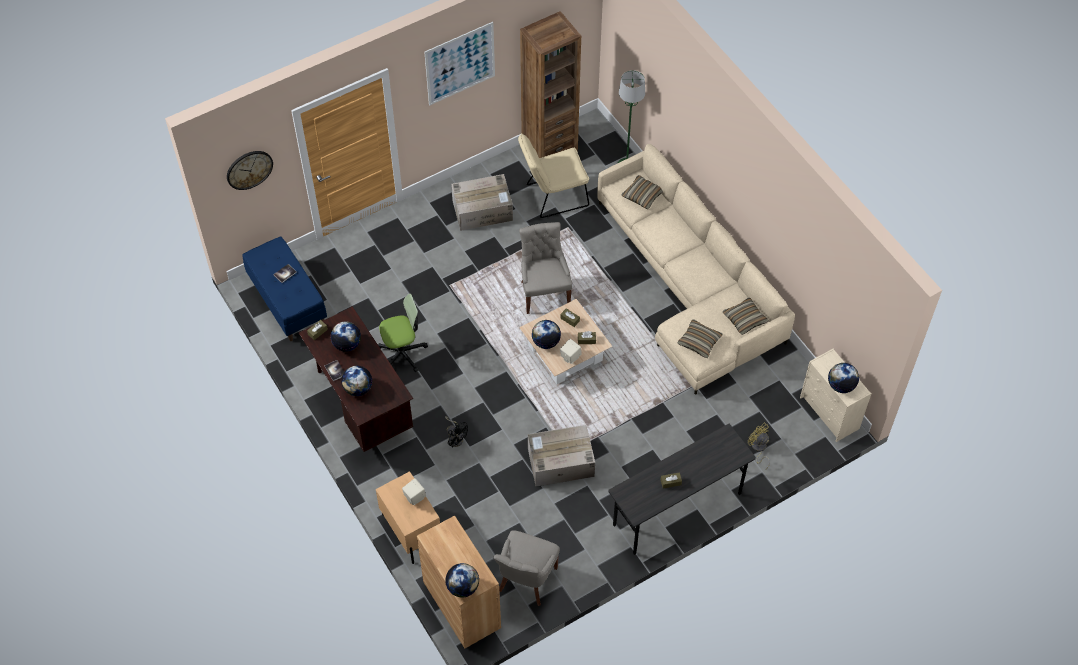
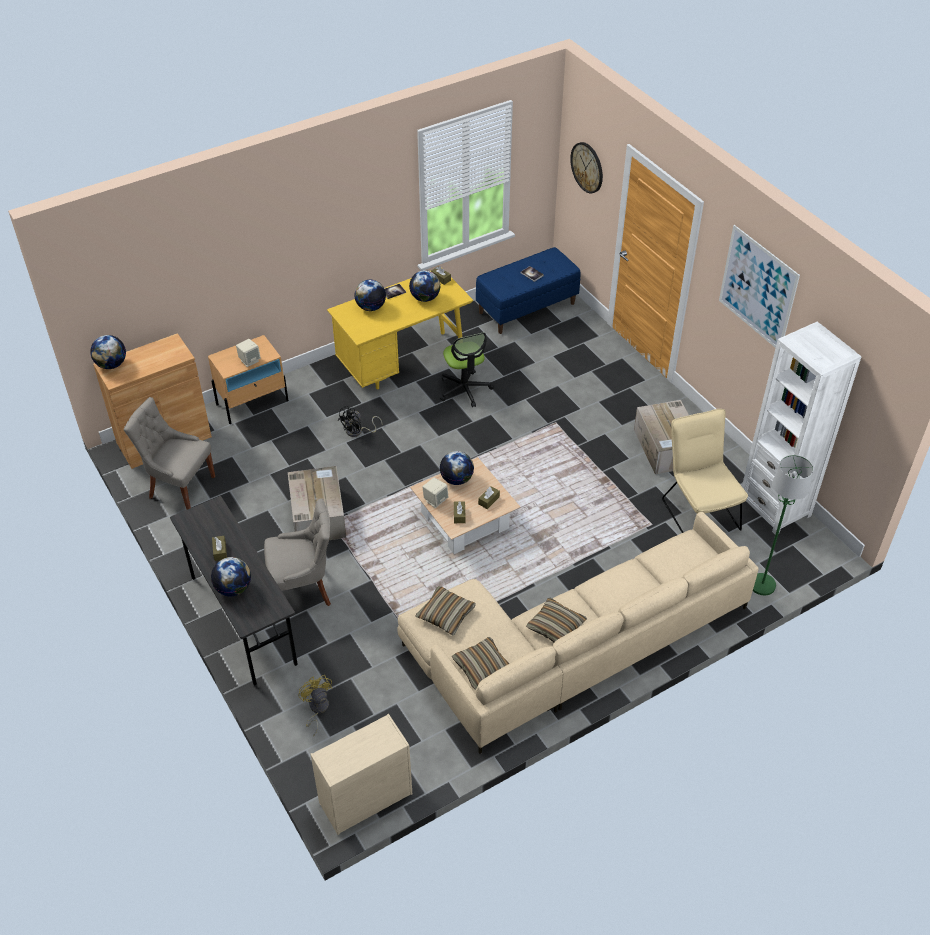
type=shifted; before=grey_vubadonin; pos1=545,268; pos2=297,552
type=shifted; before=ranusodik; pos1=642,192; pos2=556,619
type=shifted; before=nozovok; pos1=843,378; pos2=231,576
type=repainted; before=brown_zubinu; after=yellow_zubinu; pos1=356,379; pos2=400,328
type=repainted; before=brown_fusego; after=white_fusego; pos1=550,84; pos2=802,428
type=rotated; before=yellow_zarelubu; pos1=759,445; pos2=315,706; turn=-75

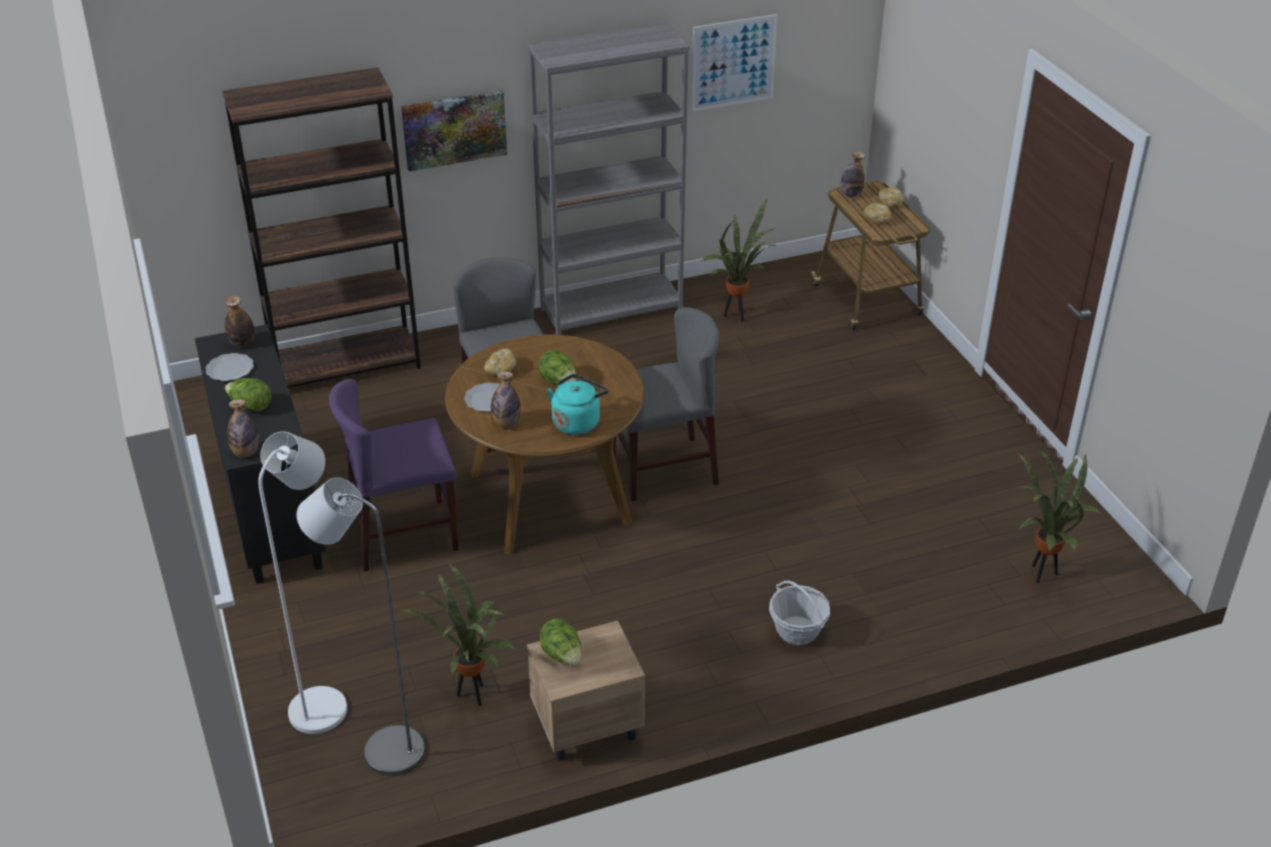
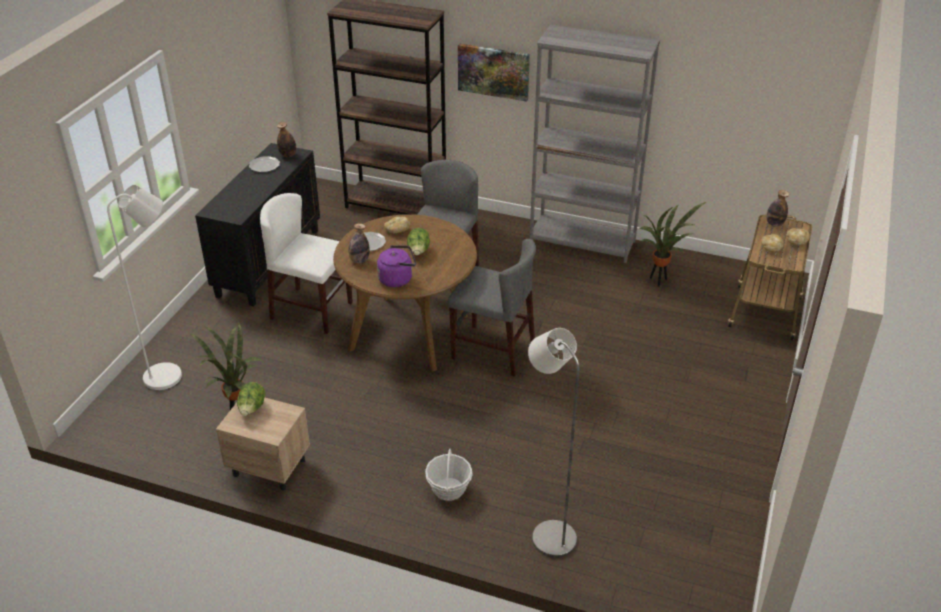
type=gone; before=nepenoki; pos1=248,395
type=gone; before=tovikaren; pos1=243,428
type=gone; before=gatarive; pos1=734,63
type=gone; before=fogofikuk; pos1=1059,516
type=shifted; before=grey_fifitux; pos1=361,627; pos2=553,443
type=repainted; before=purple_vubadonin; after=white_vubadonin; pos1=394,475; pos2=306,263
type=repainted; before=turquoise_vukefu; after=purple_vukefu; pos1=577,404; pos2=396,266

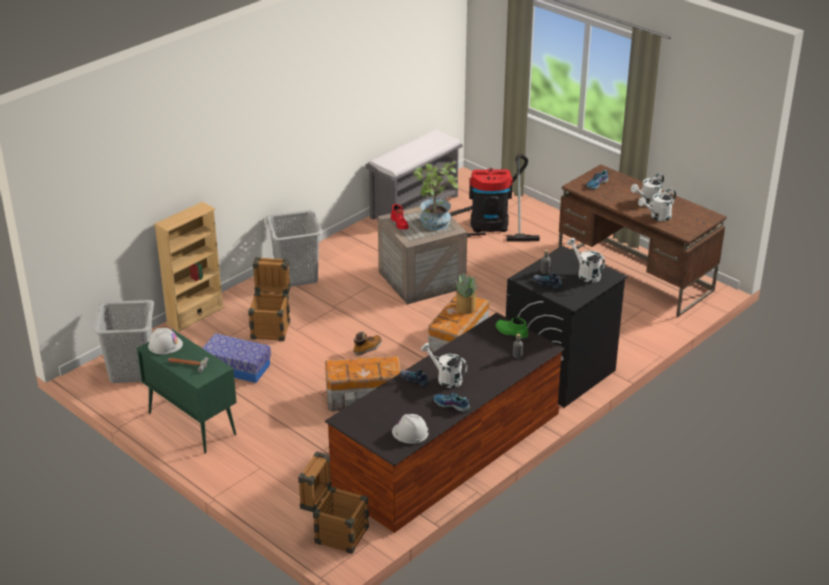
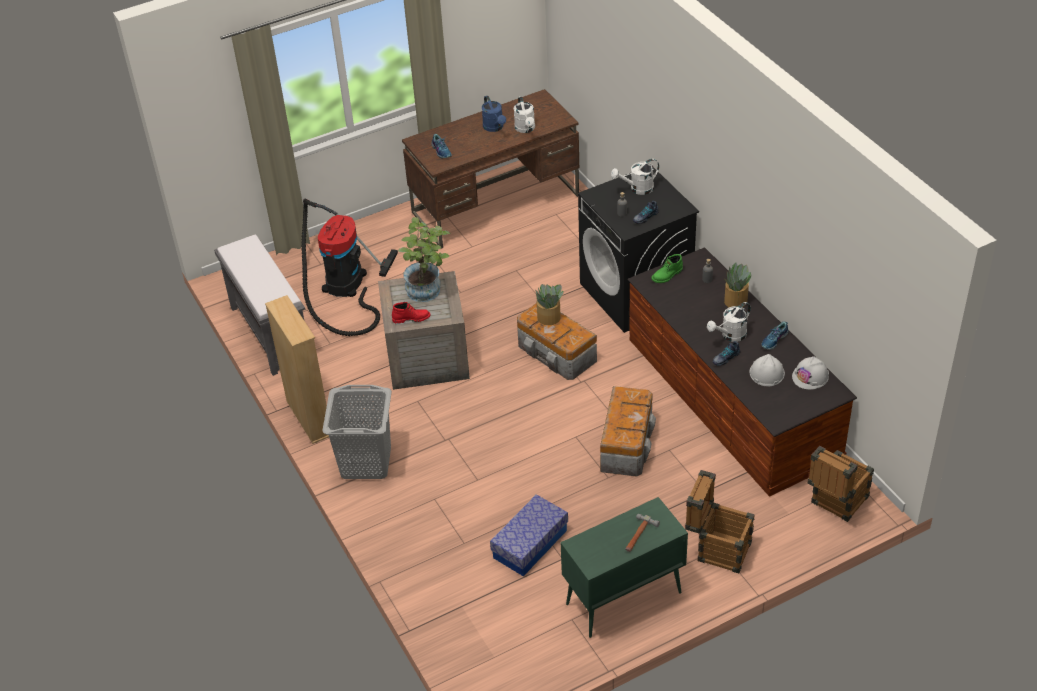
type=gone; before=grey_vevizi; pos1=123,341
type=gone; before=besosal; pos1=368,343
type=new; after=fogofikuk; pos2=737,285
type=shifted; before=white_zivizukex; pos1=165,341; pos2=767,370
type=shifted; before=beige_fusego; pos1=189,267; pos2=297,369
type=shifted; before=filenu; pos1=269,299; pos2=720,521
type=repainted; before=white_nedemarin; after=blue_nedemarin; pos1=647,189; pos2=494,114

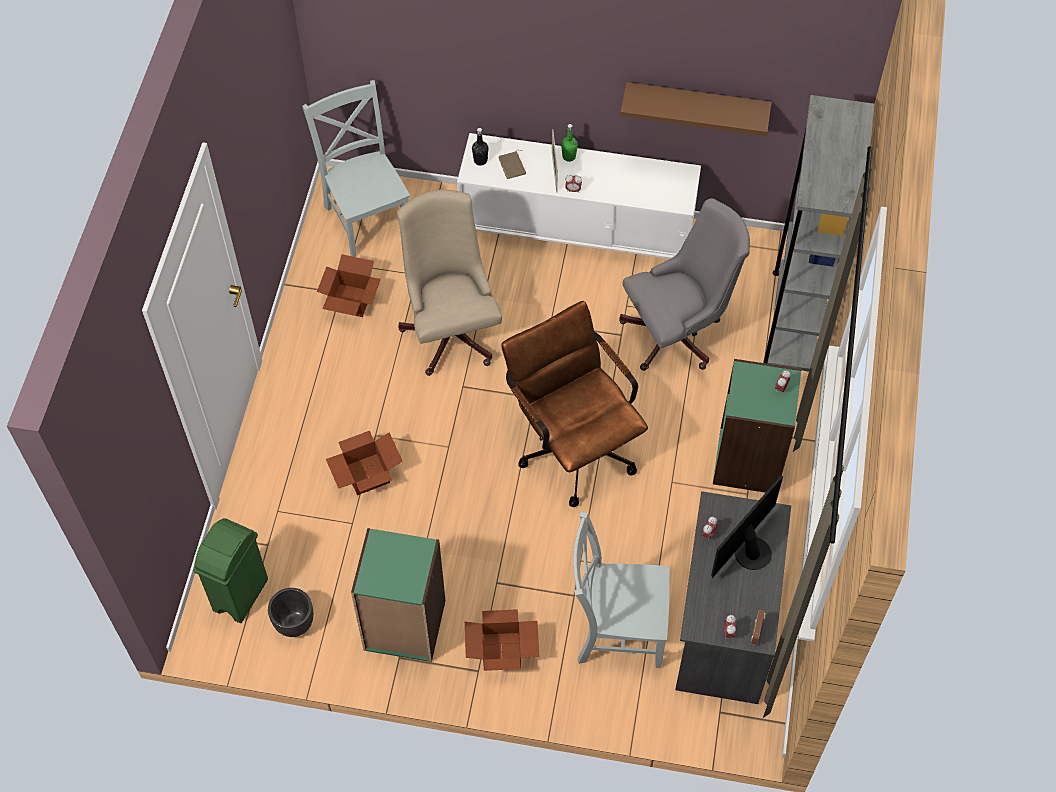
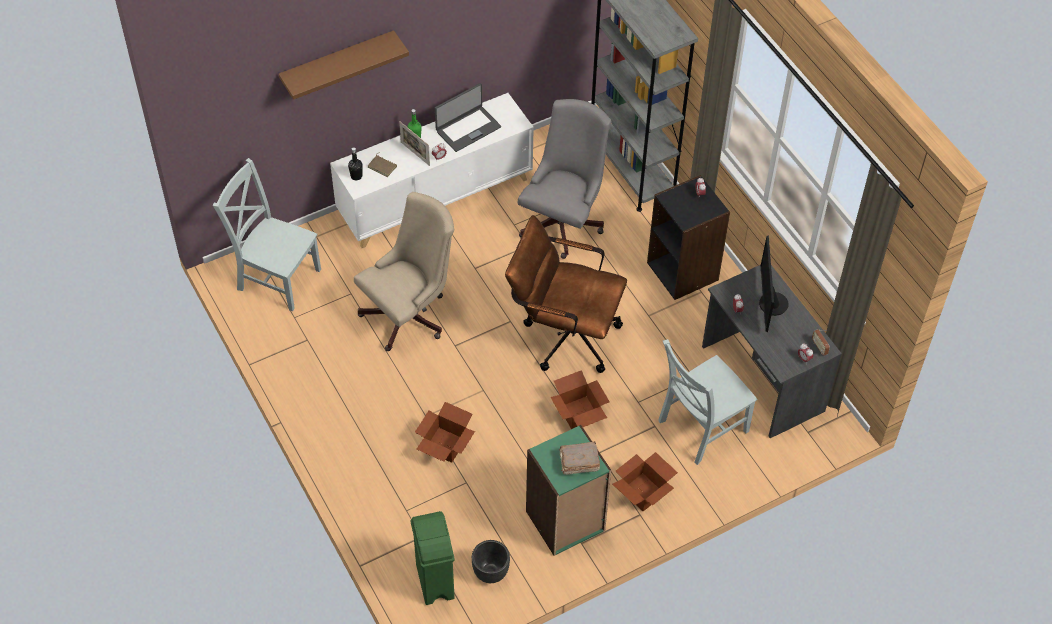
type=new; after=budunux; pos2=468,117
type=new; after=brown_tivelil; pos2=579,458
type=shifted; before=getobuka; pos1=349,285; pos2=580,399
type=shifted; before=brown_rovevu; pos1=696,109; pos2=344,65
type=repainted; before=green_fusego; after=black_fusego; pos1=757,426; pos2=688,237
type=rotated; before=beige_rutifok; pos1=449,283; pos2=404,271; turn=105

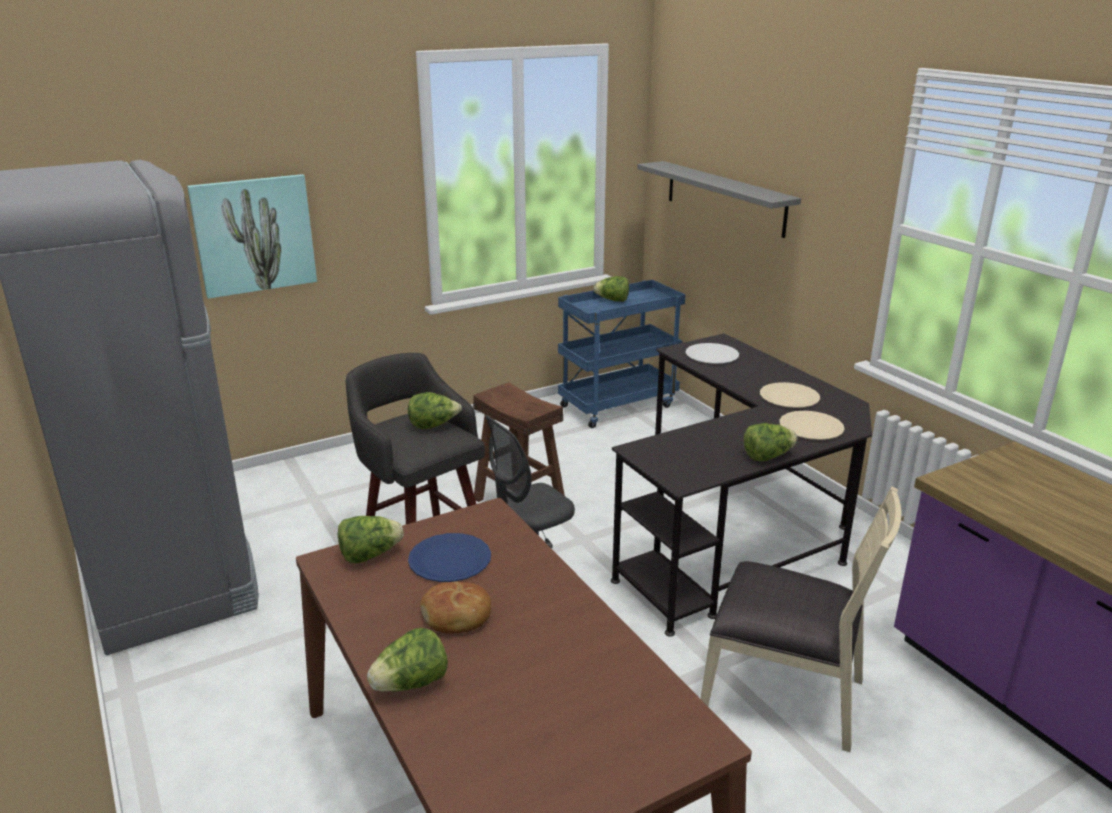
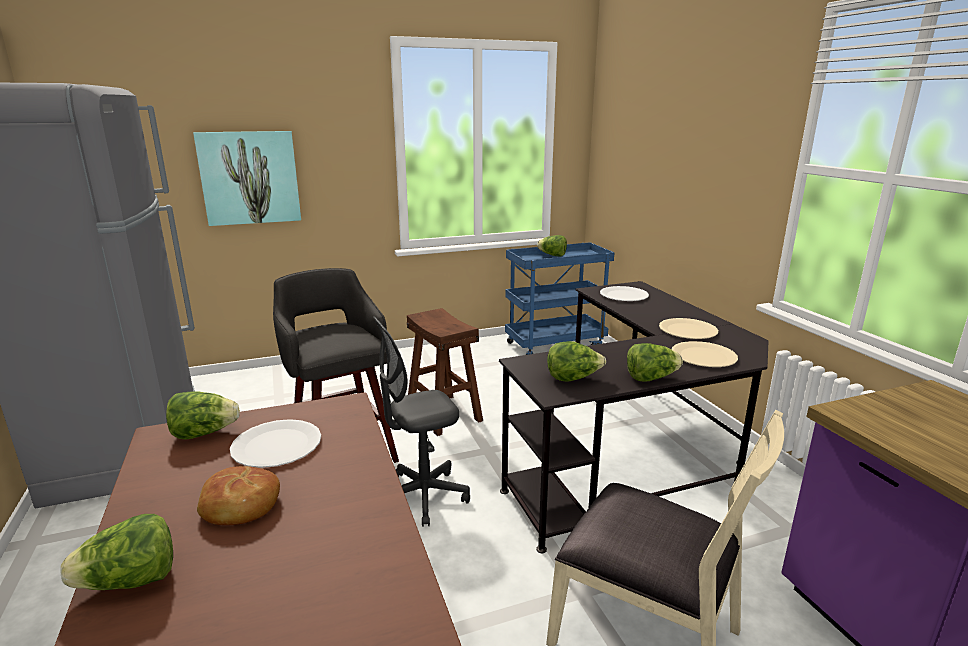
type=gone; before=grey_rovevu; pos1=719,199
type=shifted; before=nepenoki; pos1=435,410; pos2=576,361
type=repainted; before=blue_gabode; after=white_gabode; pos1=449,557; pos2=275,443

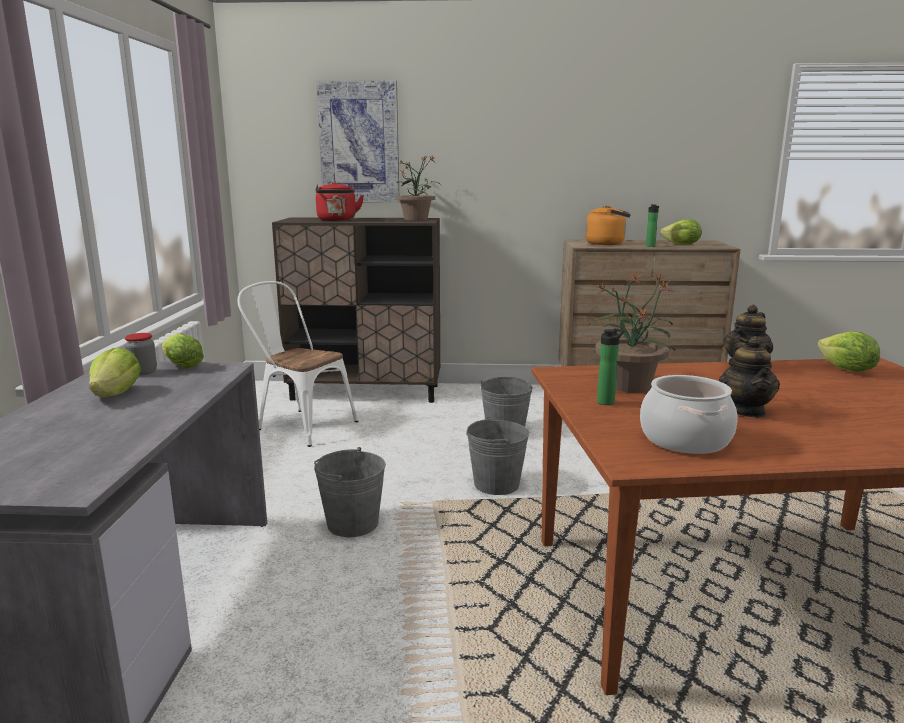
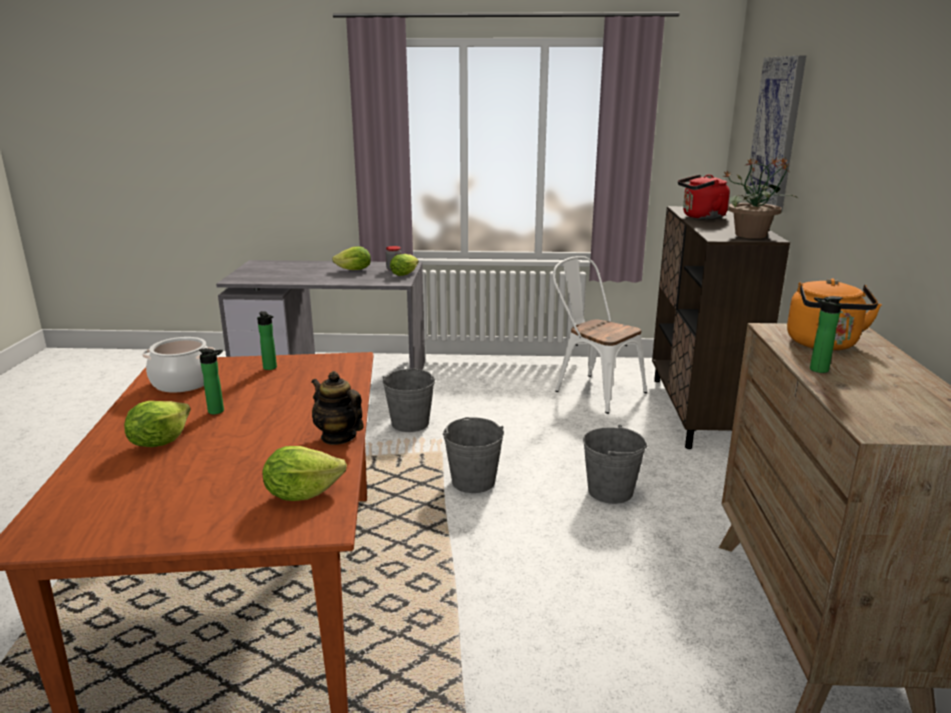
type=gone; before=fogofikuk; pos1=631,332
type=shifted; before=nepenoki; pos1=681,232; pos2=157,424
type=swapped; before=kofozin; after=tovikaren; pos1=749,376; pos2=211,381
type=rotated; before=white_vubadonin; pos1=298,364; pos2=600,335; turn=-75

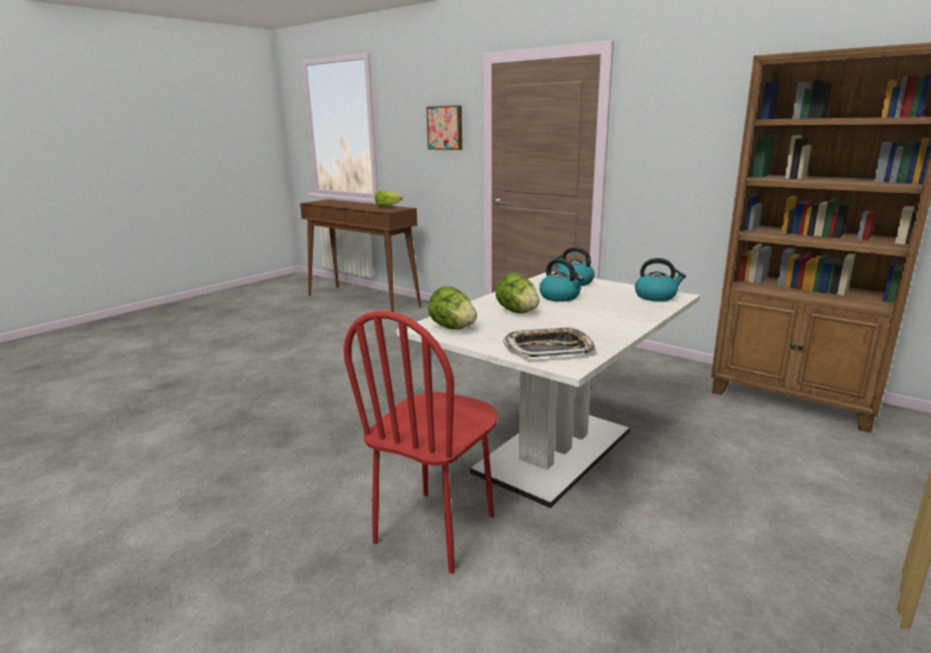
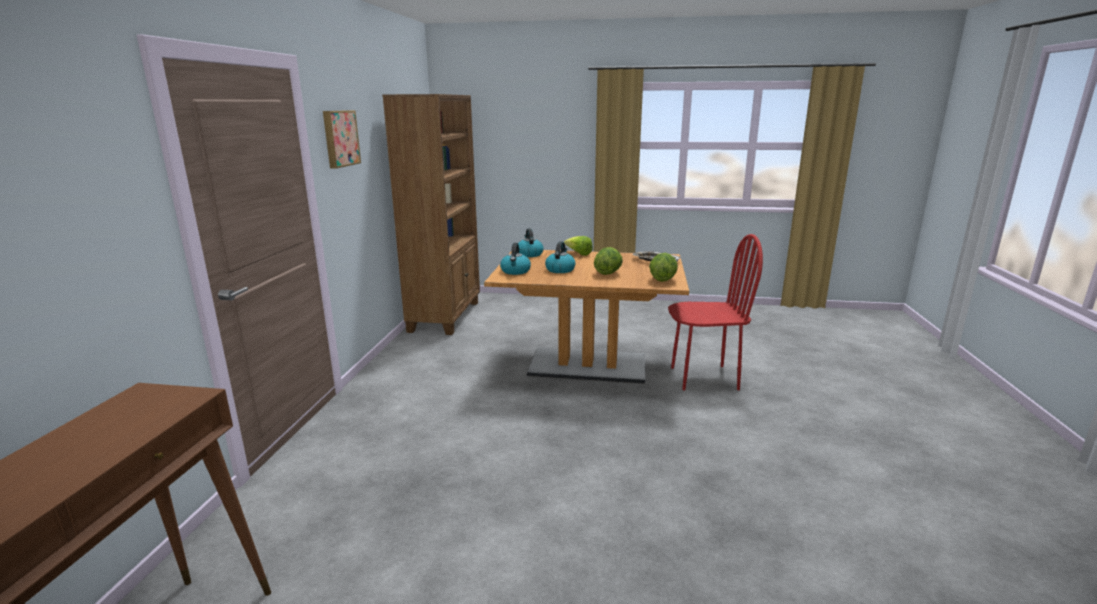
type=shifted; before=nepenoki; pos1=389,198; pos2=578,246
type=shifted; before=gatarive; pos1=444,127; pos2=342,139
type=repainted; before=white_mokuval; after=brown_mokuval; pos1=548,390; pos2=586,317

